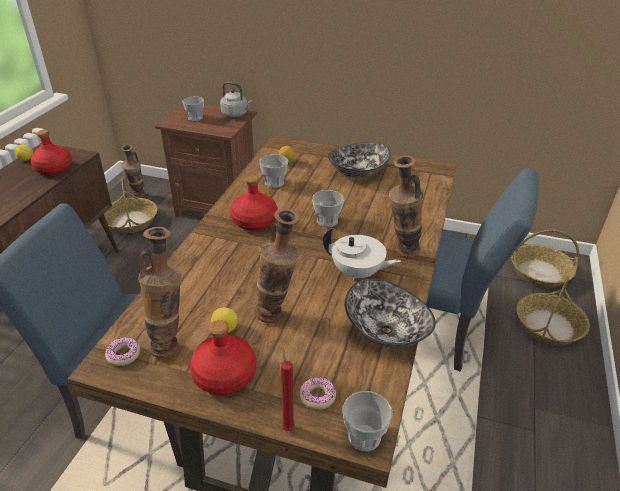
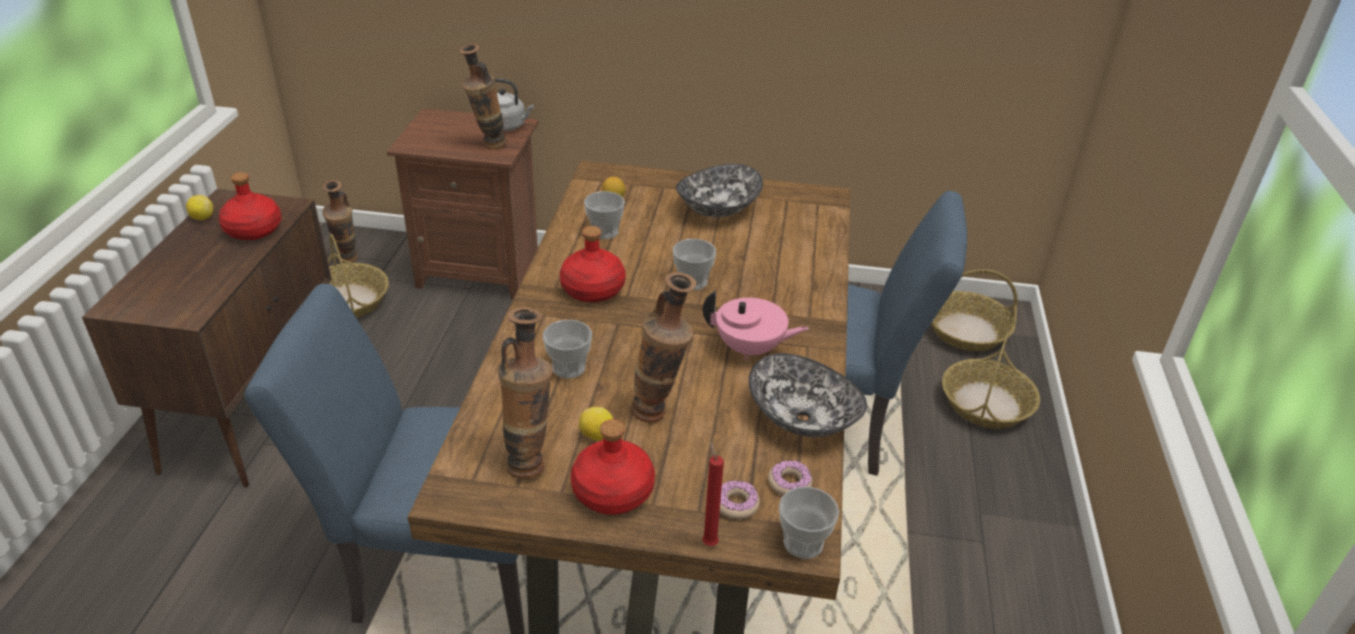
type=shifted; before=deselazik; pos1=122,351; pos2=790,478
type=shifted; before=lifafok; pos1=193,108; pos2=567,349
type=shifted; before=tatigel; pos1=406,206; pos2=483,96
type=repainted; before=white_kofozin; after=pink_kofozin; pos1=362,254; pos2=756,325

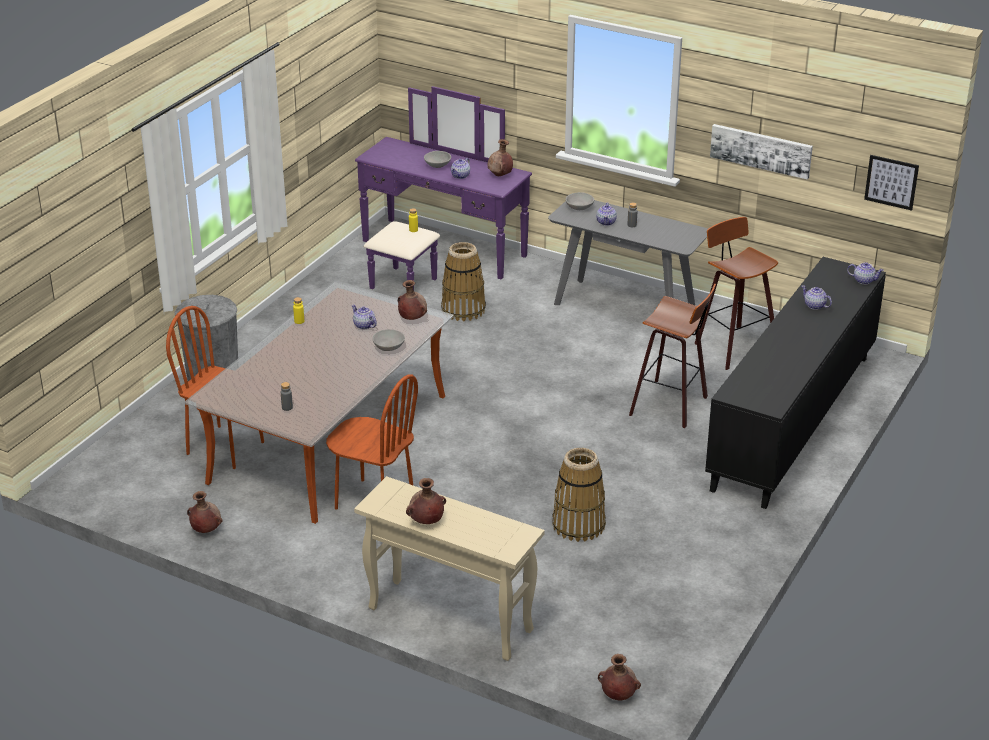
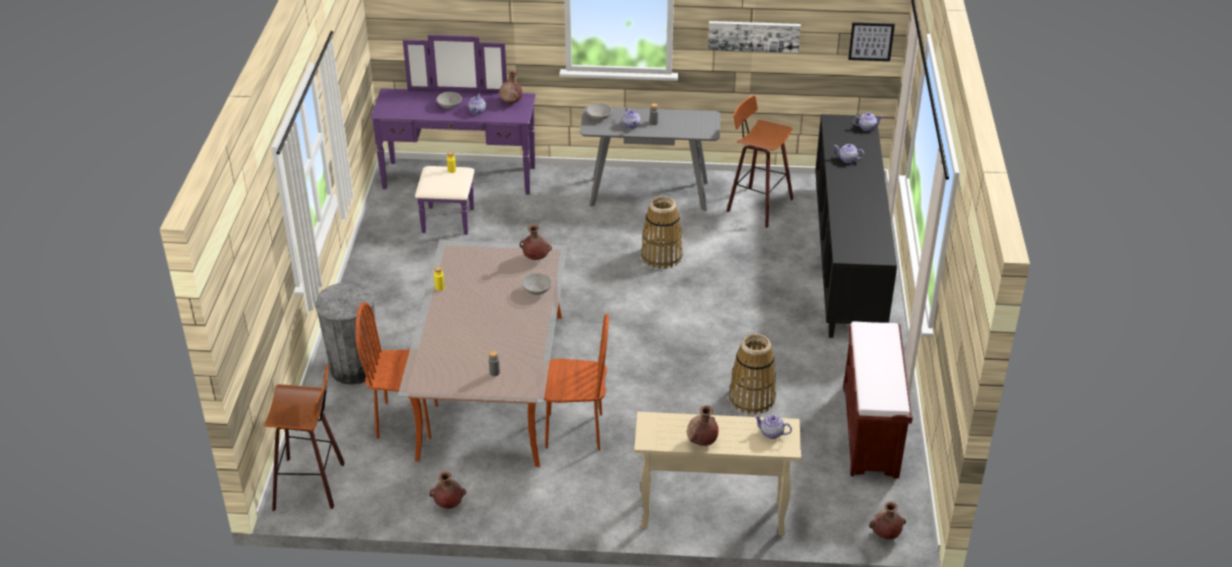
type=new; after=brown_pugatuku; pos2=878,400
type=shifted; before=kofozin; pos1=364,317; pos2=773,427
type=shifted; before=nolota; pos1=463,281; pos2=661,232
type=shifted; before=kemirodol; pos1=672,356; pos2=304,437

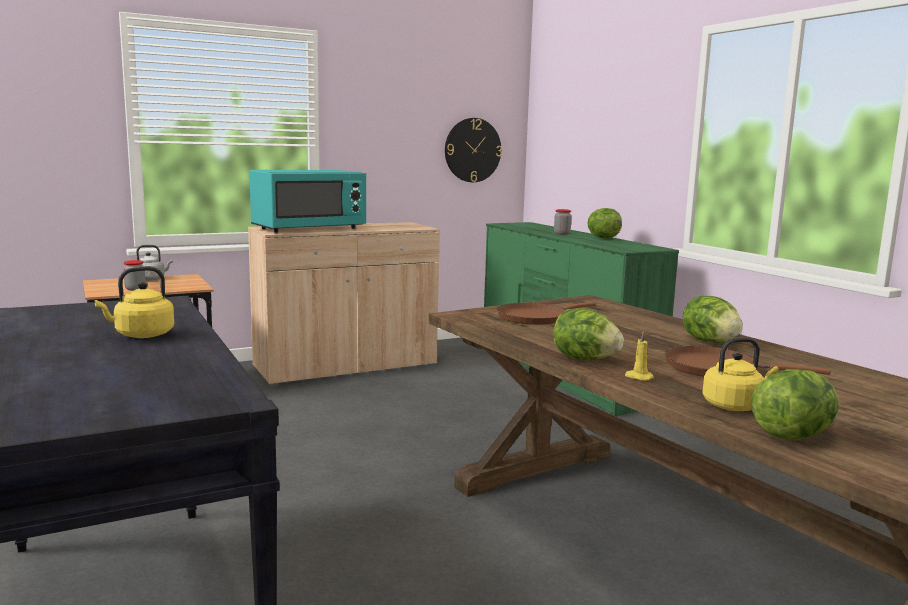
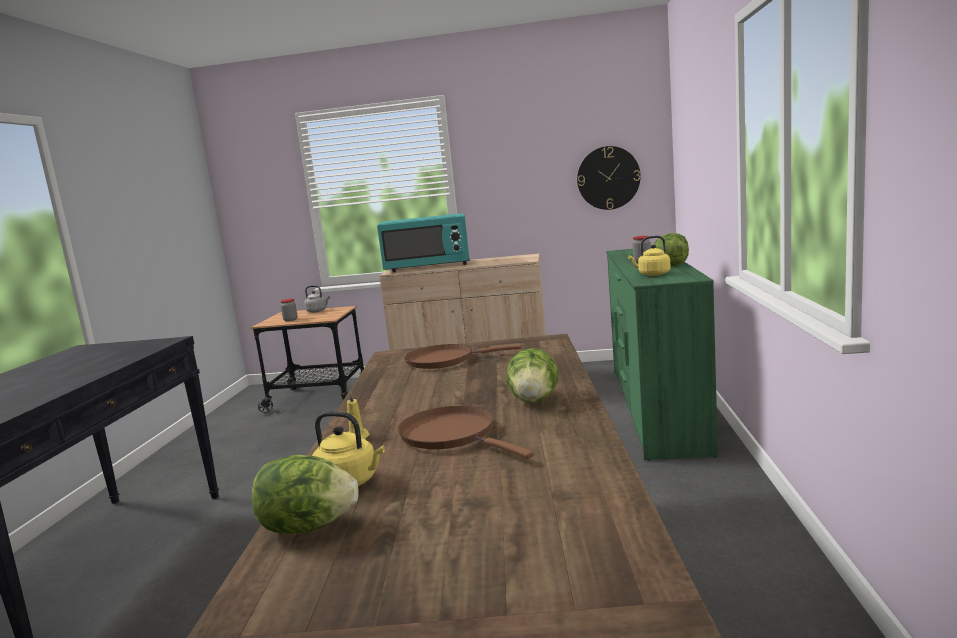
type=gone; before=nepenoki; pos1=588,334
type=shifted; before=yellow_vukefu; pos1=134,302; pos2=649,256

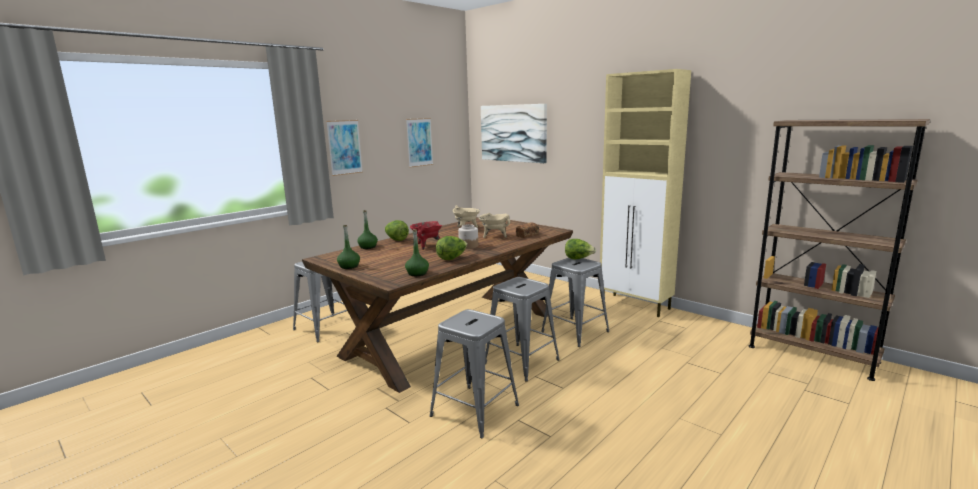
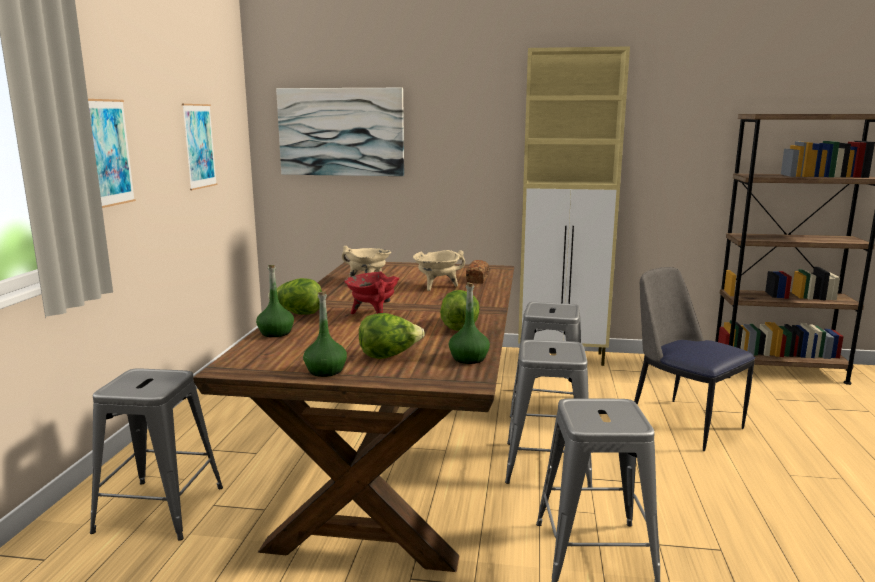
type=gone; before=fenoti; pos1=468,236
type=new; after=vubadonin; pos2=694,359
type=shifted; before=nepenoki; pos1=580,249; pos2=392,336

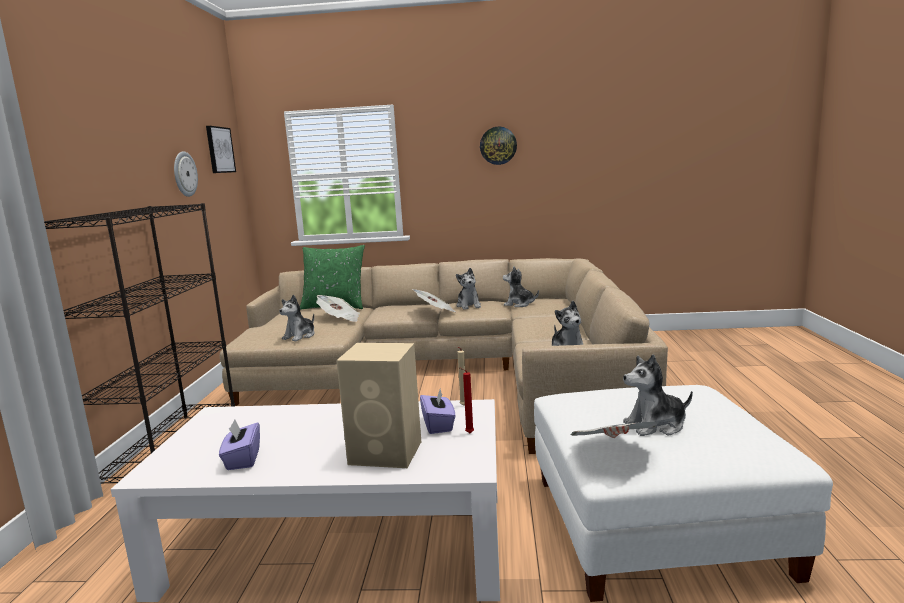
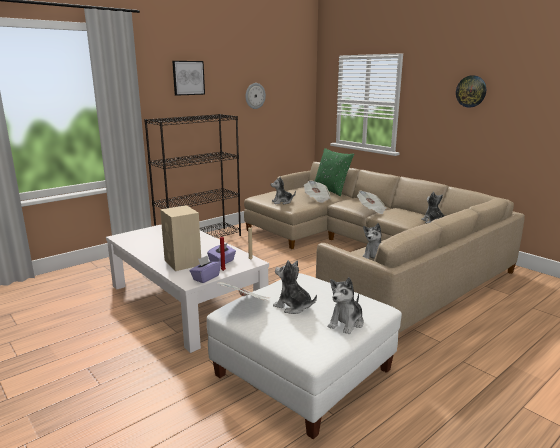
type=shifted; before=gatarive; pos1=221,149; pos2=188,78
type=shifted; before=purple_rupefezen; pos1=239,444; pos2=205,269
type=shifted; before=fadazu; pos1=468,289; pos2=346,305

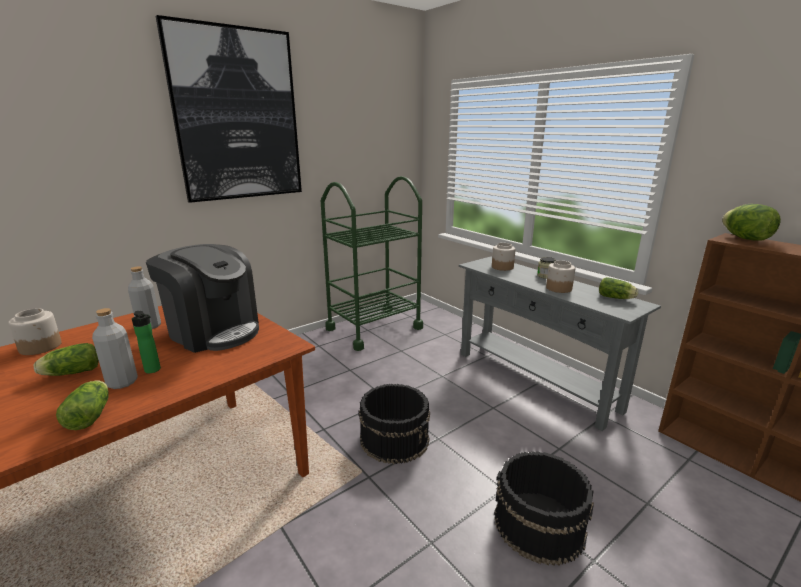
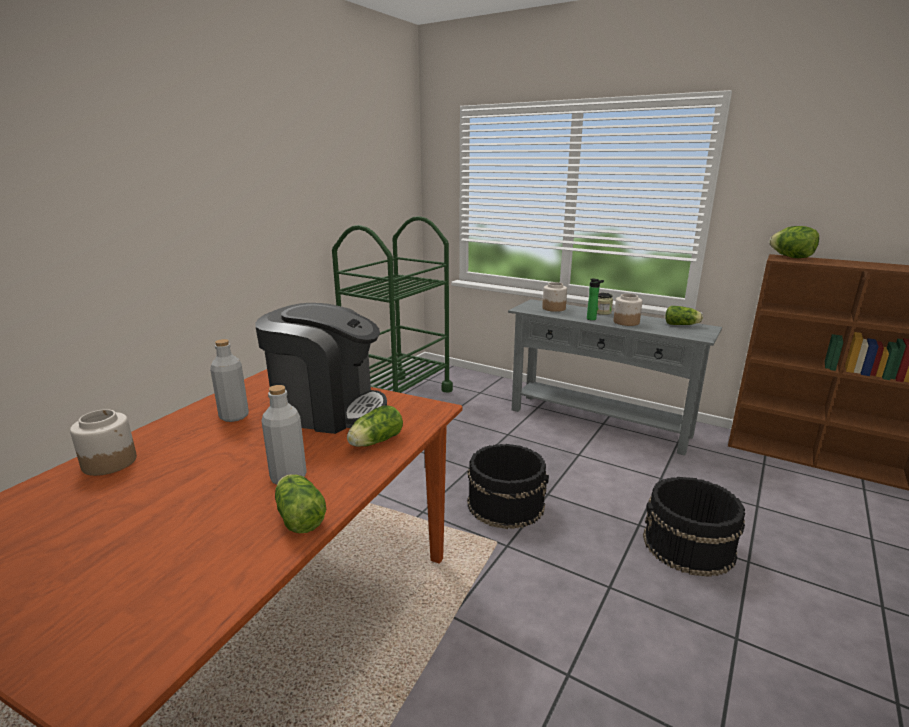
type=gone; before=gatarive; pos1=229,109
type=shifted; before=nepenoki; pos1=66,359; pos2=375,426
type=shifted; before=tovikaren; pos1=146,342; pos2=595,299

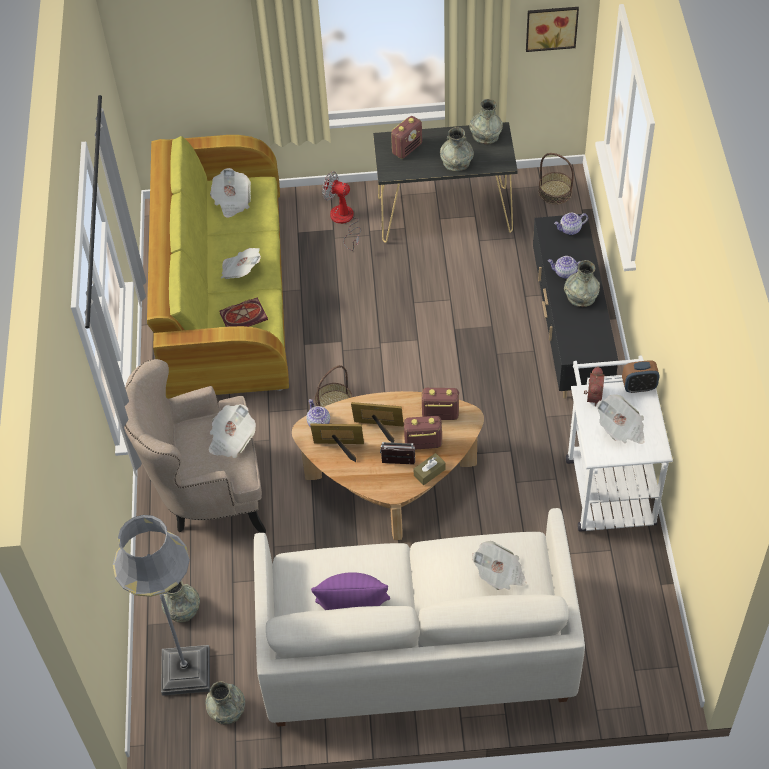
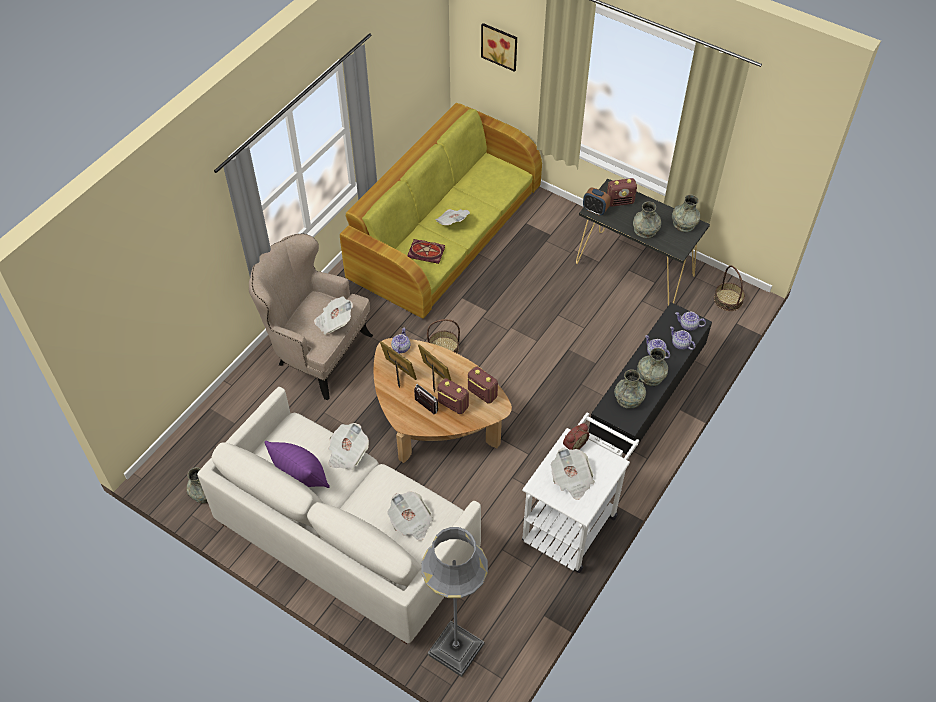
type=gone; before=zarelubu; pos1=341,211
type=gone; before=brown_rupefezen; pos1=429,469
type=new; after=kofozin; pos2=682,338
type=shifted; before=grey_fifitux; pos1=161,605; pos2=454,602
type=shifted; before=grey_tatigel; pos1=180,601; pos2=630,389
type=shifted; before=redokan; pos1=230,193; pos2=348,446
type=shifted; before=gatarive; pos1=552,29; pos2=499,47
type=shifted; before=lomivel; pos1=640,376; pos2=596,201

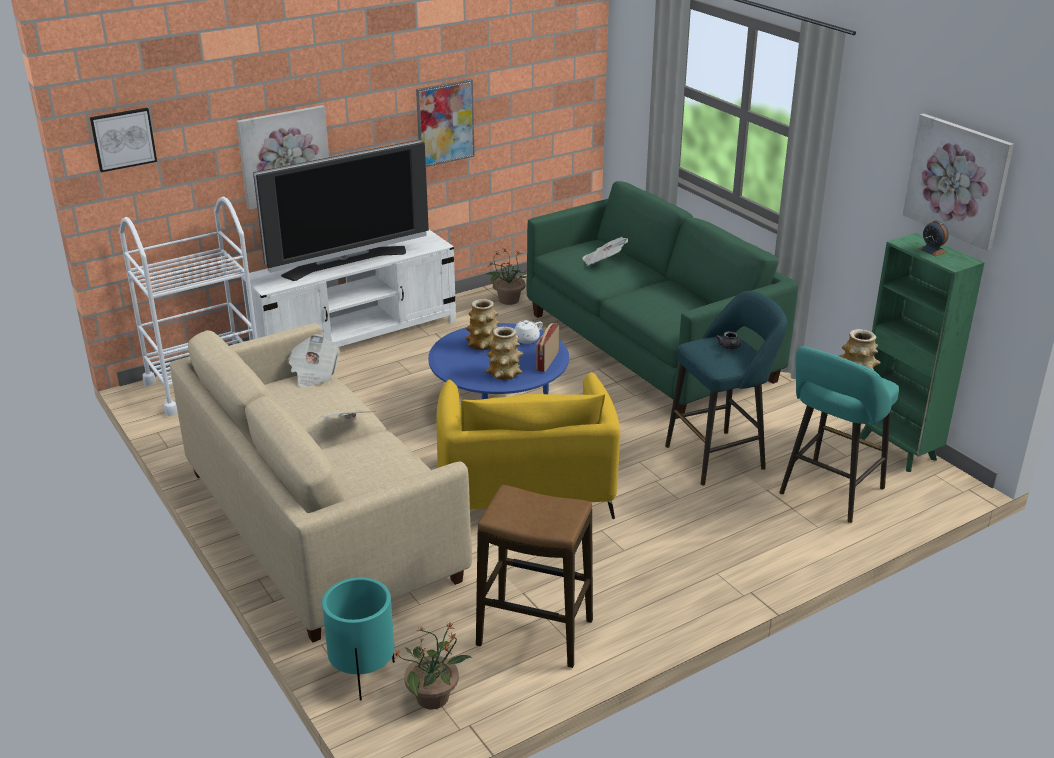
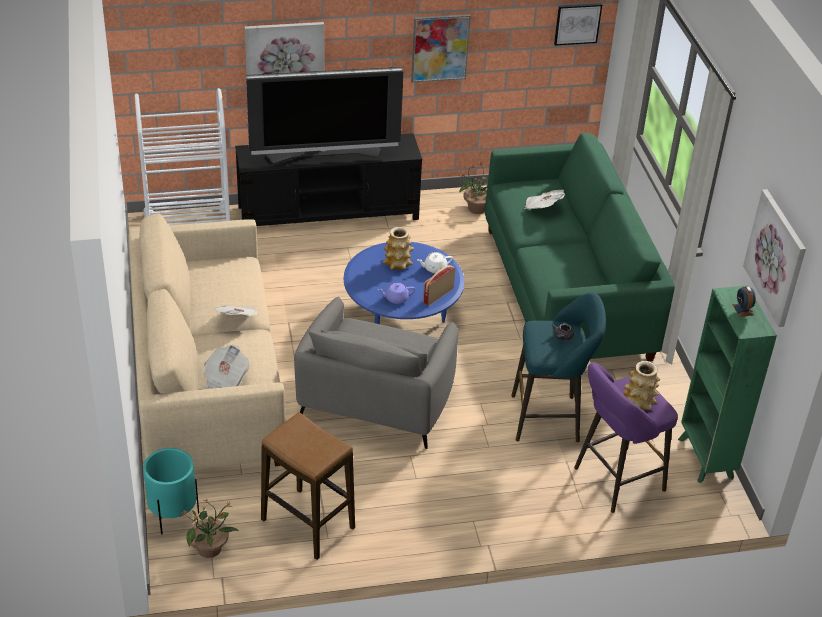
type=shifted; before=gatarive; pos1=123,140; pos2=578,24
type=shifted; before=redokan; pos1=314,360; pos2=226,367
type=swapped; before=tatigel; after=purple_kofozin; pos1=505,353; pos2=396,293
type=repainted; before=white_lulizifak; after=black_lulizifak; pos1=348,288; pos2=328,179
type=repainted; before=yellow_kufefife; after=grey_kufefife; pos1=528,445; pos2=376,373
type=repainted; before=turquoise_kemirodol; after=purple_kemirodol; pos1=839,434; pos2=626,437

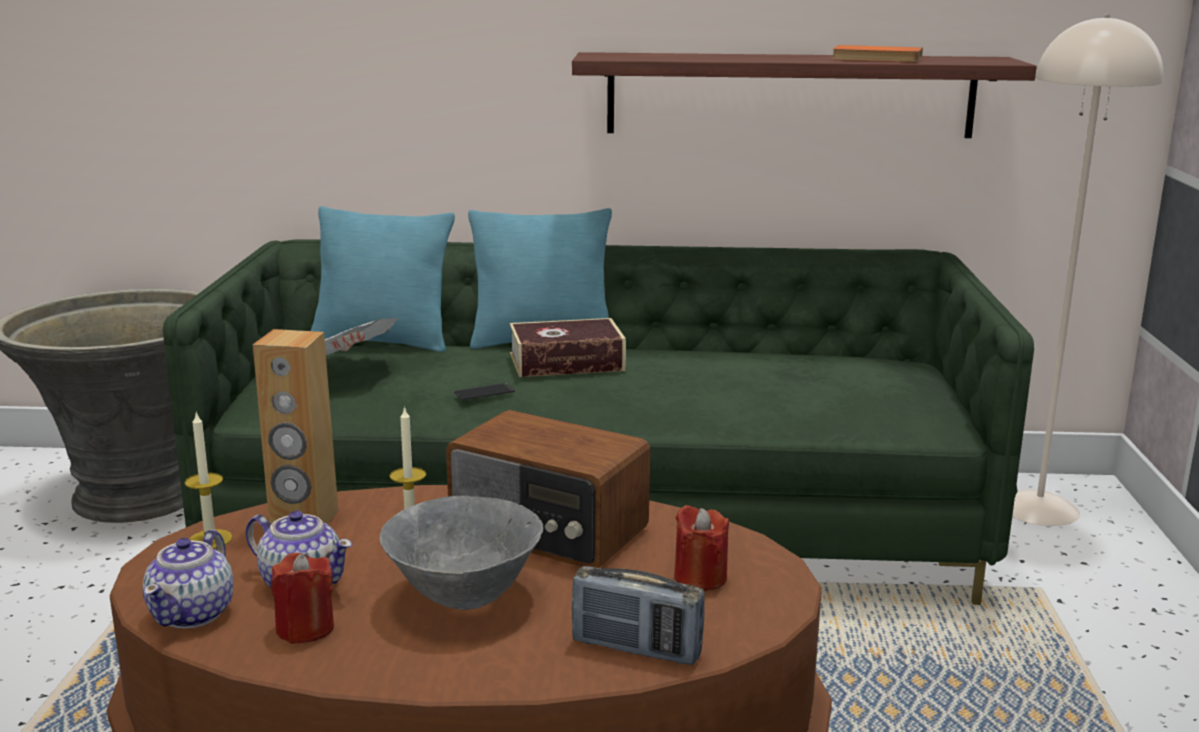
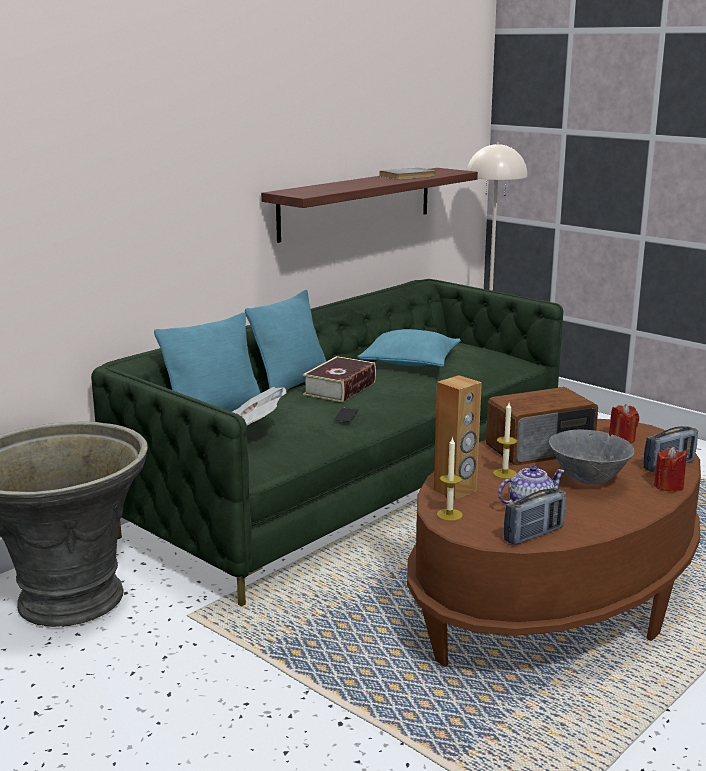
type=new; after=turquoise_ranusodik; pos2=409,348
type=shifted; before=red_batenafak; pos1=302,598; pos2=670,469
type=swapped; before=kofozin; after=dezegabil; pos1=188,579; pos2=535,516
type=repainted; before=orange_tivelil; after=grey_tivelil; pos1=877,53; pos2=407,174

